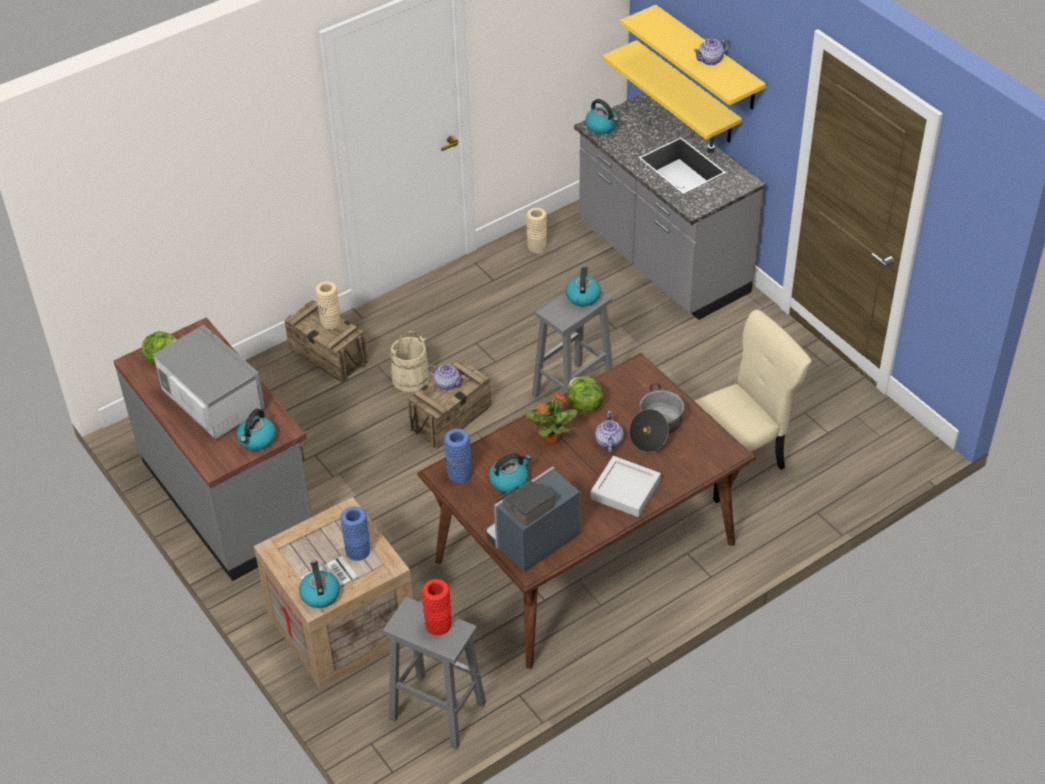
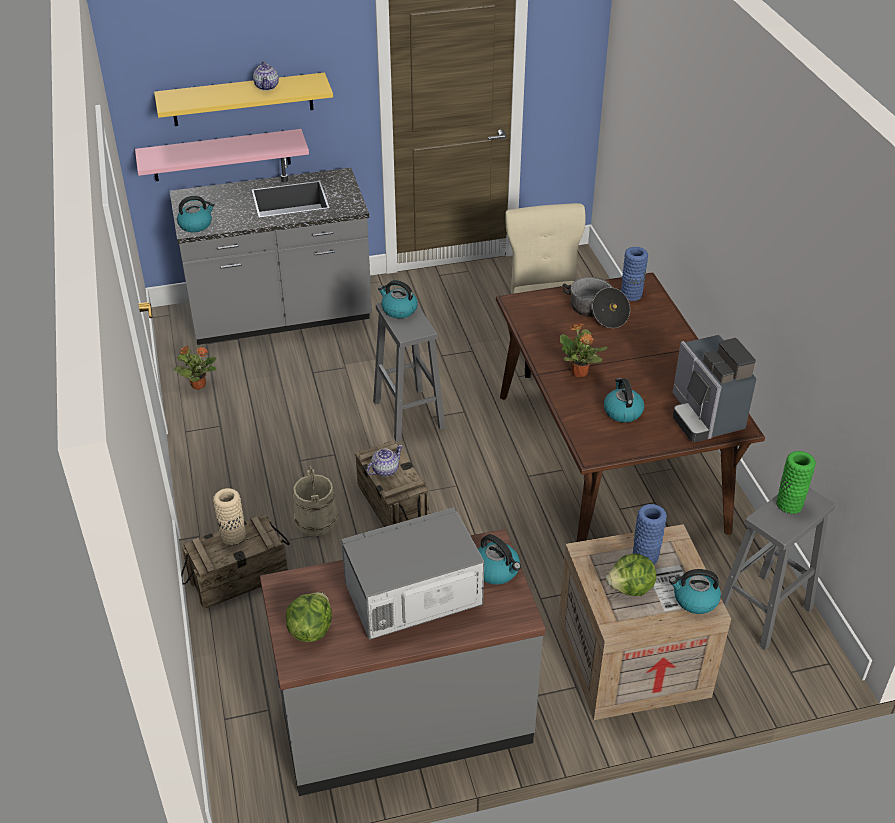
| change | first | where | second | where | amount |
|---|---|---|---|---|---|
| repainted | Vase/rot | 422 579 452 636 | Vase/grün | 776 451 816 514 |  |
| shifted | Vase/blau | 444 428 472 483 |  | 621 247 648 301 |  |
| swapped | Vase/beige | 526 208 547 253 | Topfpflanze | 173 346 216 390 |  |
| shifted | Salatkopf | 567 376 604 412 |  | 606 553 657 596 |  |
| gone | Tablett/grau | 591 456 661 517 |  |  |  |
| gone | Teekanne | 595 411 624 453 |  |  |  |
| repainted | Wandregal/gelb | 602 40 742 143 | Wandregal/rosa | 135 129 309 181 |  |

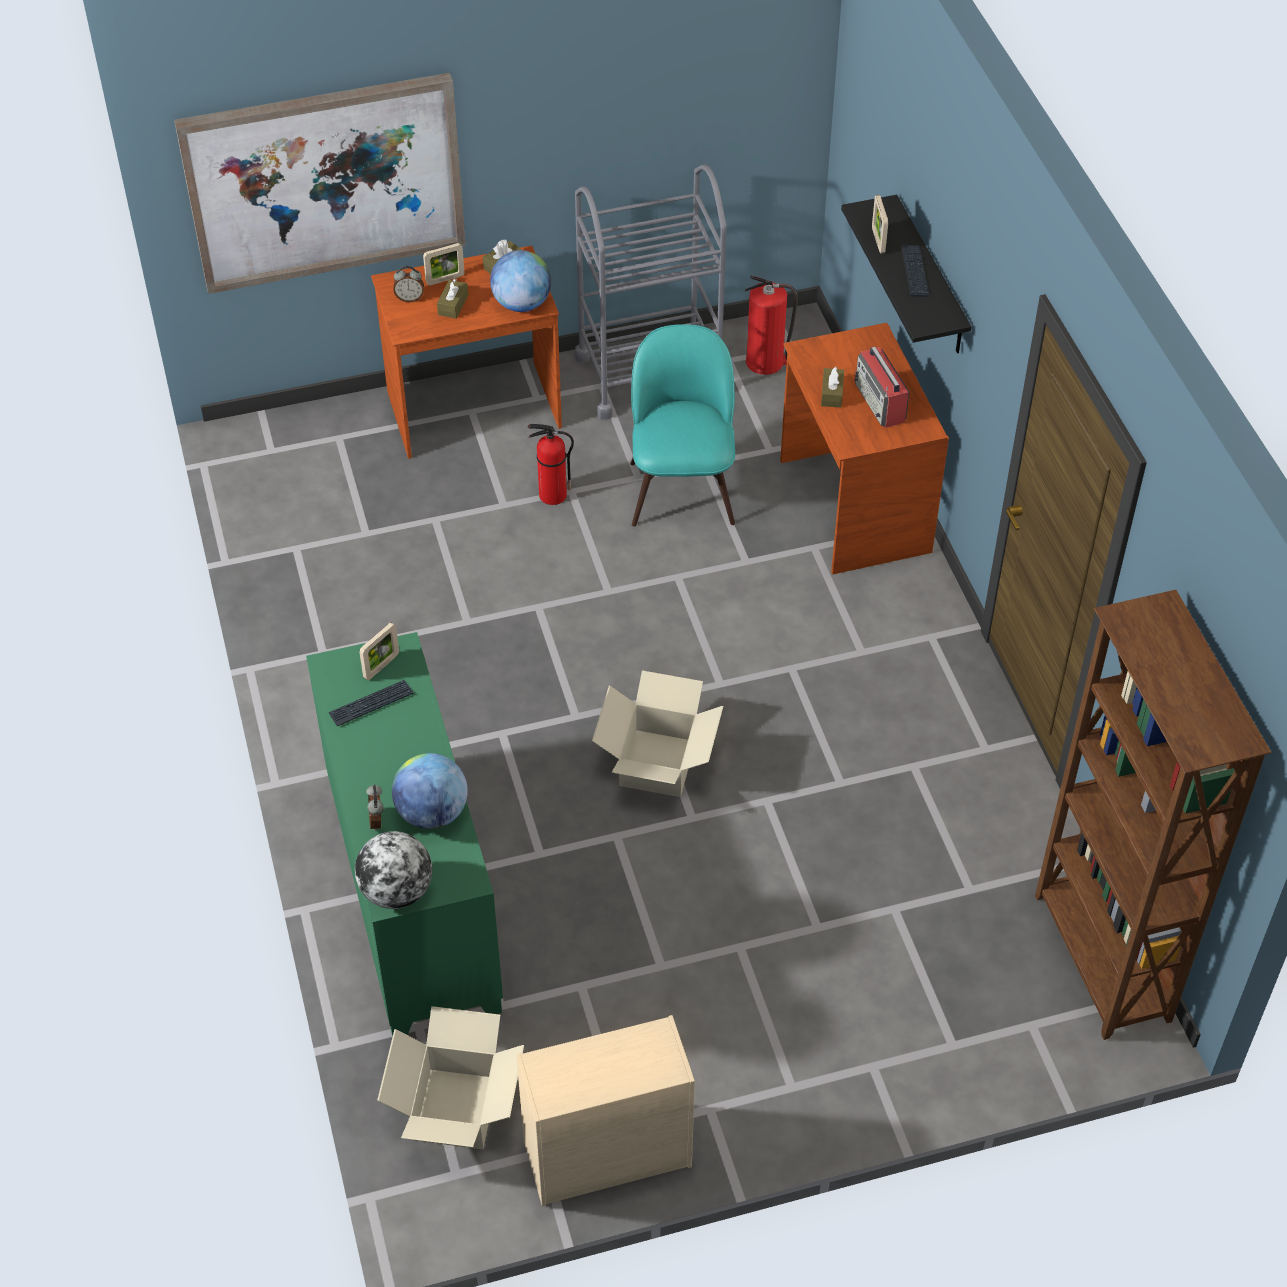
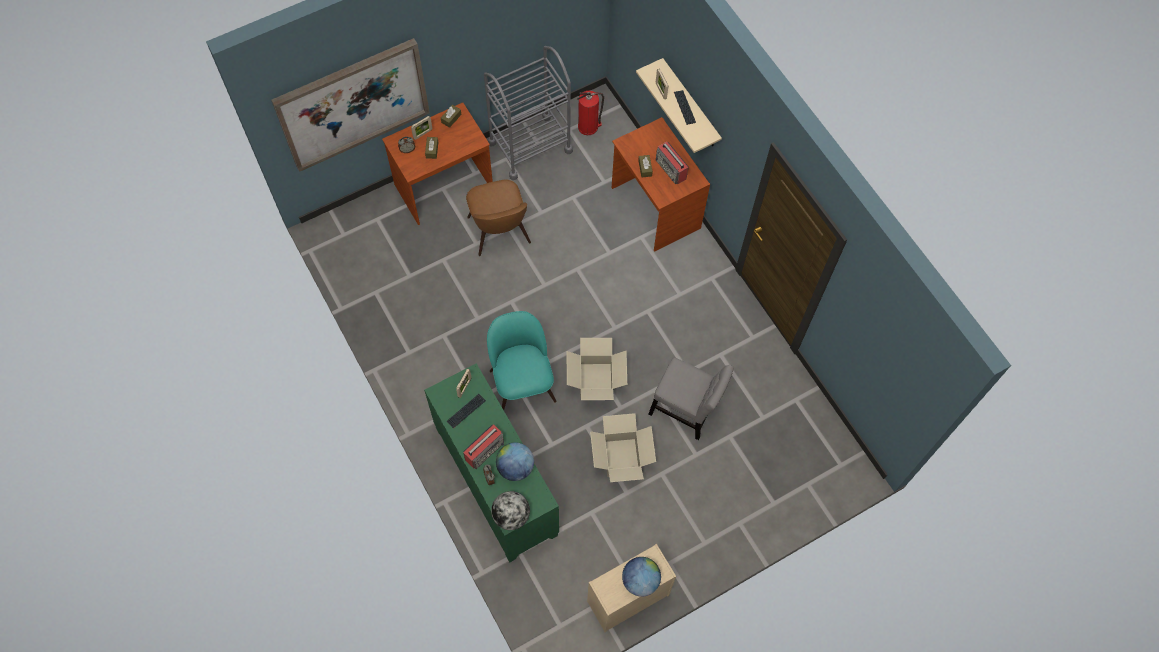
| change | first | where | second | where | amount |
|---|---|---|---|---|---|
| shifted | Karton | 377 1006 524 1149 |  | 590 413 656 482 |  |
| shifted | Globus | 490 250 551 312 |  | 622 557 661 597 |  |
| swapped | Feuerlöscher | 528 424 574 505 | Stuhl/braun | 466 180 531 256 |  |
| shifted | Stuhl/türkis | 630 324 735 527 |  | 487 311 557 410 |  |
| repainted | Wandregal/schwarz | 841 195 972 353 | Wandregal/beige | 636 58 722 153 |  |
| gone | Bücherregal/braun | 1035 590 1271 1040 |  |  |  |
| new |  |  | Radio | 463 425 504 469 |  |
| new |  |  | Stuhl/grau | 649 358 734 440 |  |

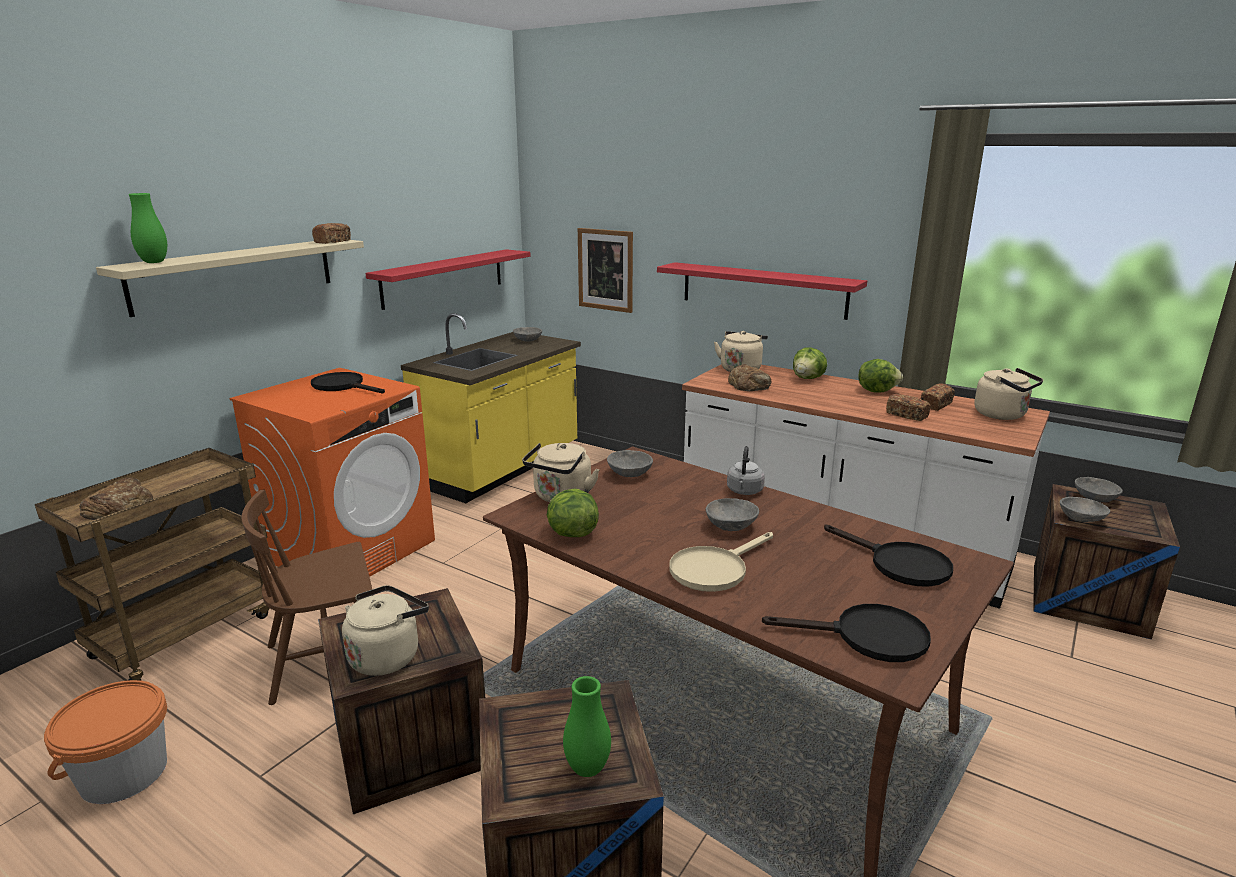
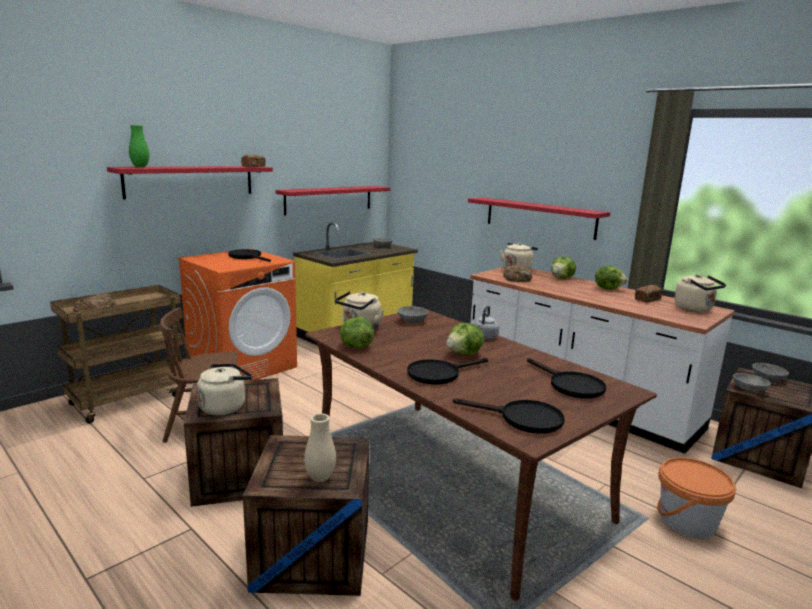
| change | first | where | second | where | amount |
|---|---|---|---|---|---|
| shifted | Eimer/orange | 44 680 167 804 |  | 657 457 736 538 |  |
| repainted | Wandregal/beige | 96 240 364 317 | Wandregal/rot | 107 166 273 199 |  |
| repainted | Vase/grün | 563 676 611 777 | Vase/beige | 304 413 336 482 |  |
| gone | Bild | 578 228 633 313 |  |  |  |
| repainted | Pfanne/beige | 670 532 773 592 | Pfanne/schwarz | 407 358 488 384 |  |
| swapped | Schüssel/grau | 706 498 759 531 | Salatkopf | 447 323 484 355 |  |
| gone | Brot | 886 393 931 421 |  |  |  |

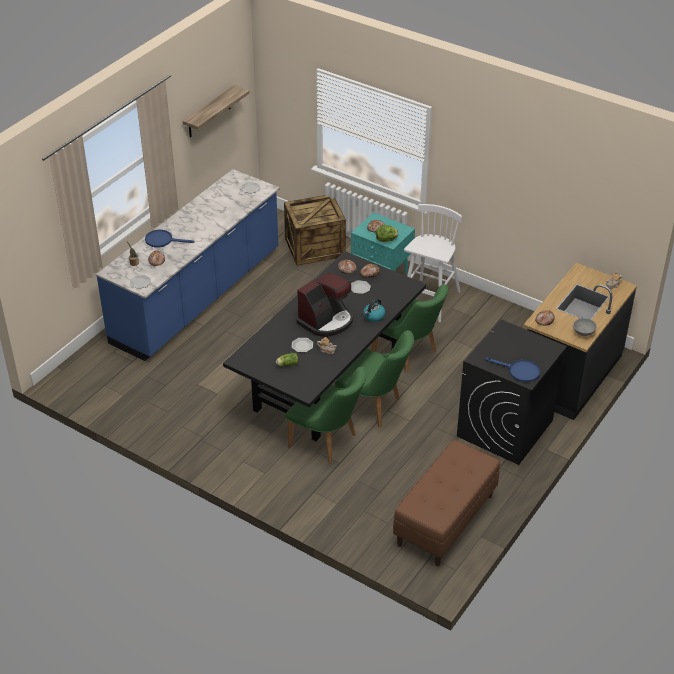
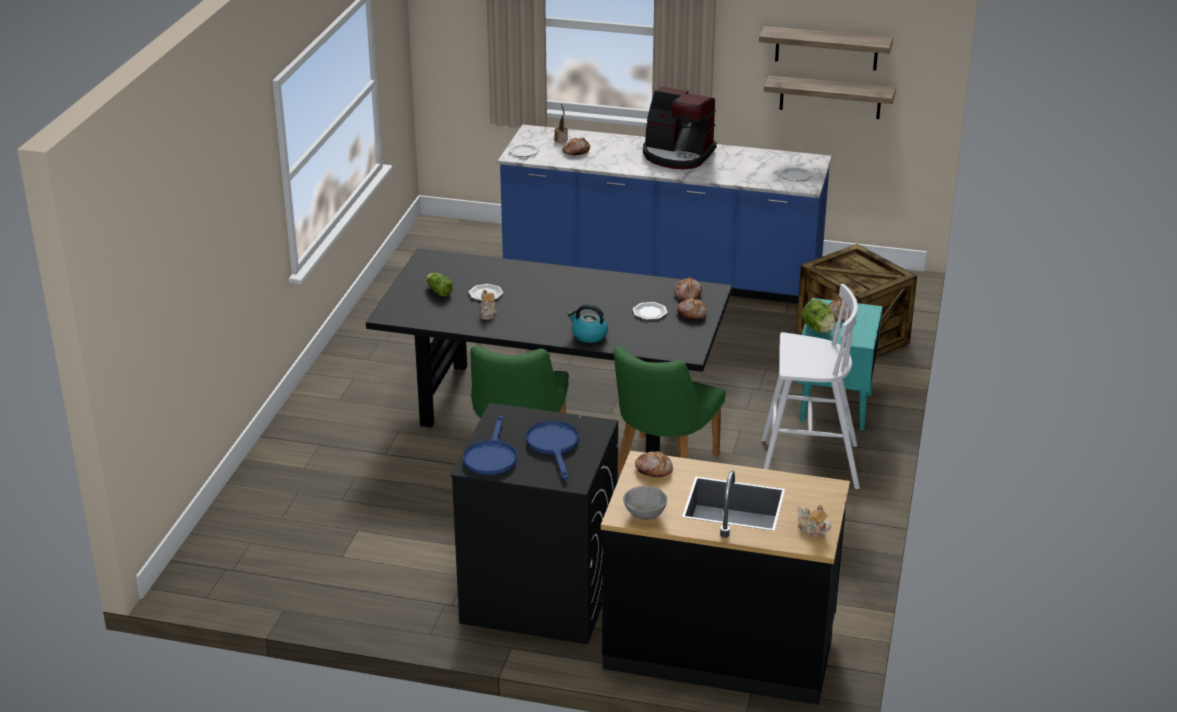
| change | first | where | second | where | amount |
|---|---|---|---|---|---|
| shifted | Pfanne/blau | 145 230 194 248 |  | 526 421 579 480 |  |
| gone | Stuhl/grün | 285 366 367 464 |  |  |  |
| shifted | Kaffeemaschine | 297 272 353 337 |  | 643 86 717 169 |  |
| gone | Bank/braun | 393 440 500 566 |  |  |  |
| new |  |  | Wandregal | 764 75 896 119 |  |

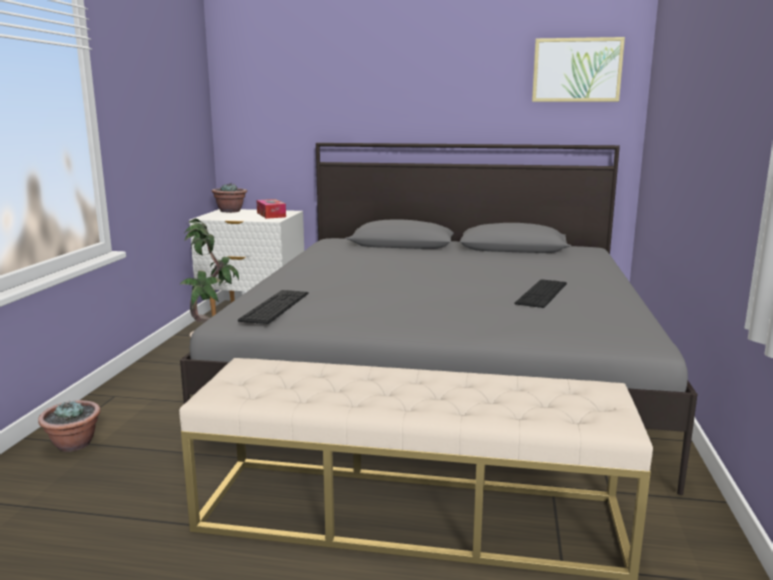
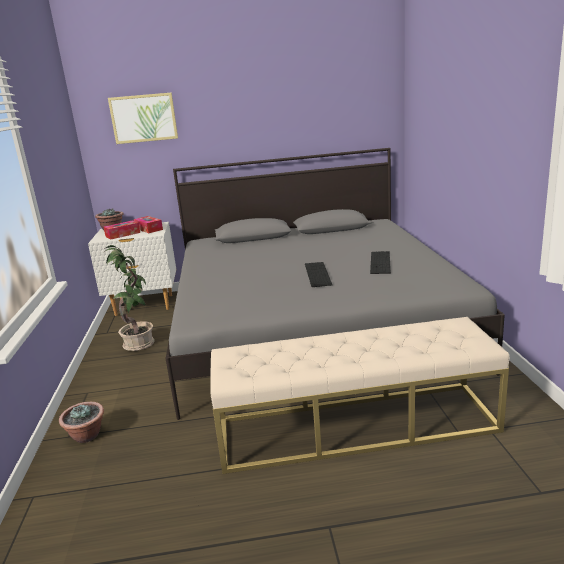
| change | first | where | second | where | amount |
|---|---|---|---|---|---|
| shifted | Tastatur | 238 290 309 324 |  | 305 262 332 287 |  |
| shifted | Bild | 532 37 625 102 |  | 108 92 178 144 |  |
| new |  |  | Taschentuchbox | 104 220 140 239 |  |

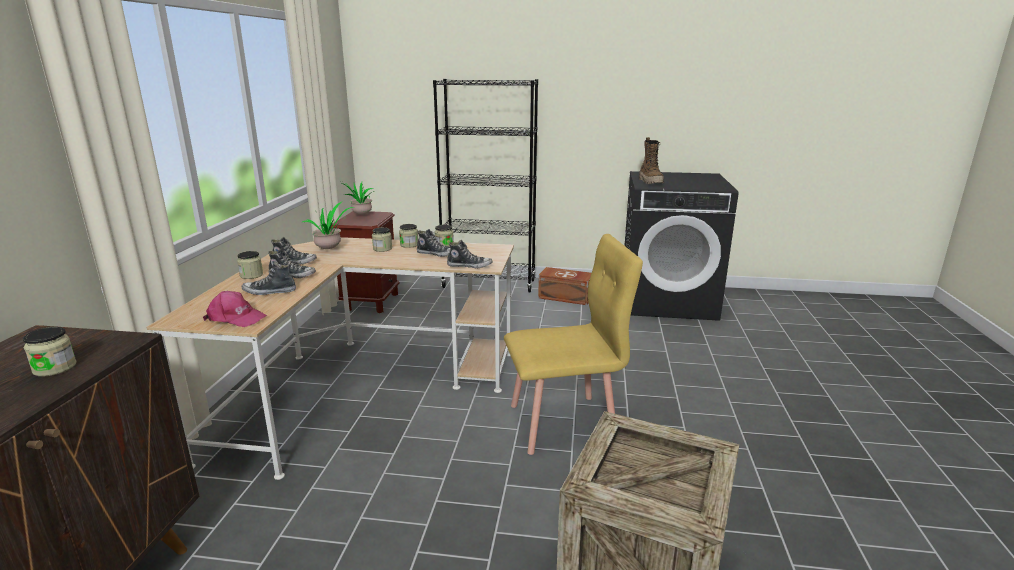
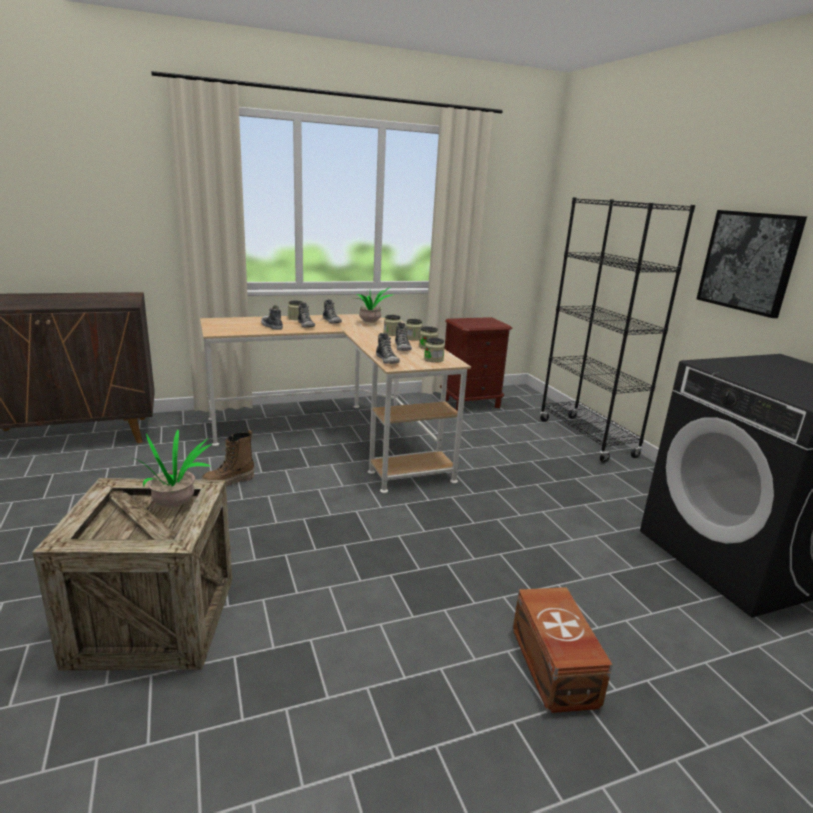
| change | first | where | second | where | amount |
|---|---|---|---|---|---|
| shifted | Vorratsglas | 23 327 76 377 |  | 424 337 445 363 |  |
| gone | Kappe/rosa | 203 291 267 327 |  |  |  |
| shifted | Topfpflanze | 340 181 374 215 |  | 119 430 213 508 |  |
| gone | Stuhl/gelb | 504 234 643 455 |  |  |  |
| shifted | Aufbewahrungsbox/braun | 538 267 591 305 |  | 513 587 612 713 |  |
| shifted | Stiefel | 639 137 664 184 |  | 202 430 254 487 |  |
| new |  |  | Bild | 697 210 807 318 |  |

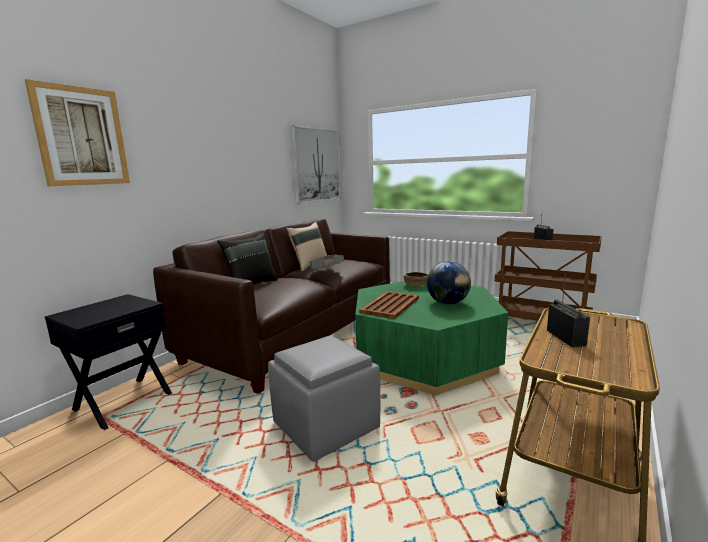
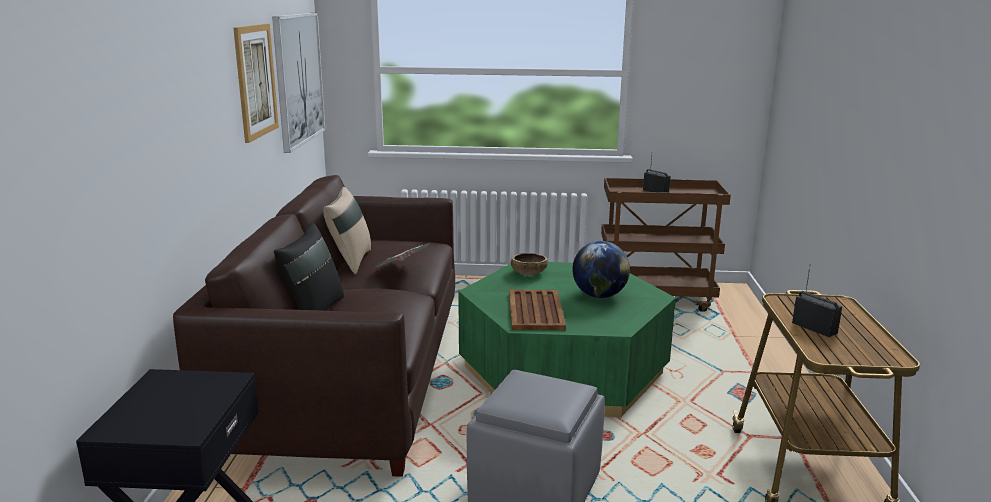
| change | first | where | second | where | amount |
|---|---|---|---|---|---|
| shifted | Bild | 25 79 130 186 |  | 233 24 279 143 |  |

